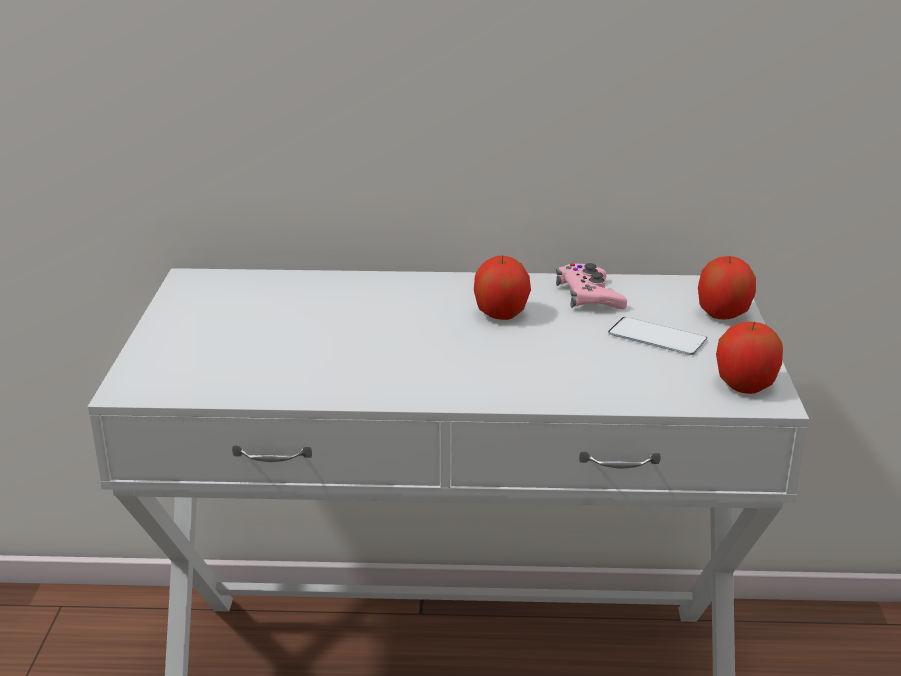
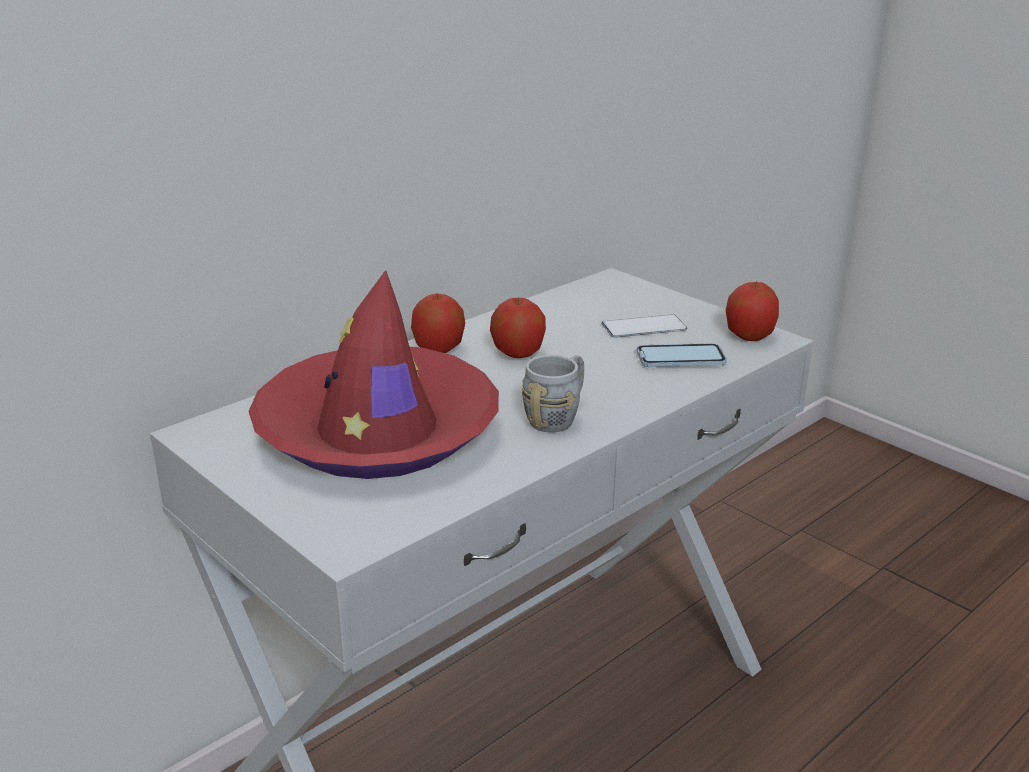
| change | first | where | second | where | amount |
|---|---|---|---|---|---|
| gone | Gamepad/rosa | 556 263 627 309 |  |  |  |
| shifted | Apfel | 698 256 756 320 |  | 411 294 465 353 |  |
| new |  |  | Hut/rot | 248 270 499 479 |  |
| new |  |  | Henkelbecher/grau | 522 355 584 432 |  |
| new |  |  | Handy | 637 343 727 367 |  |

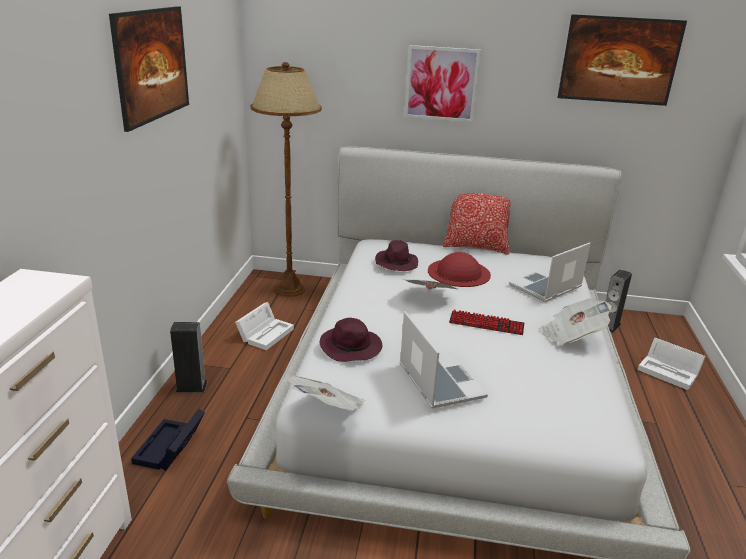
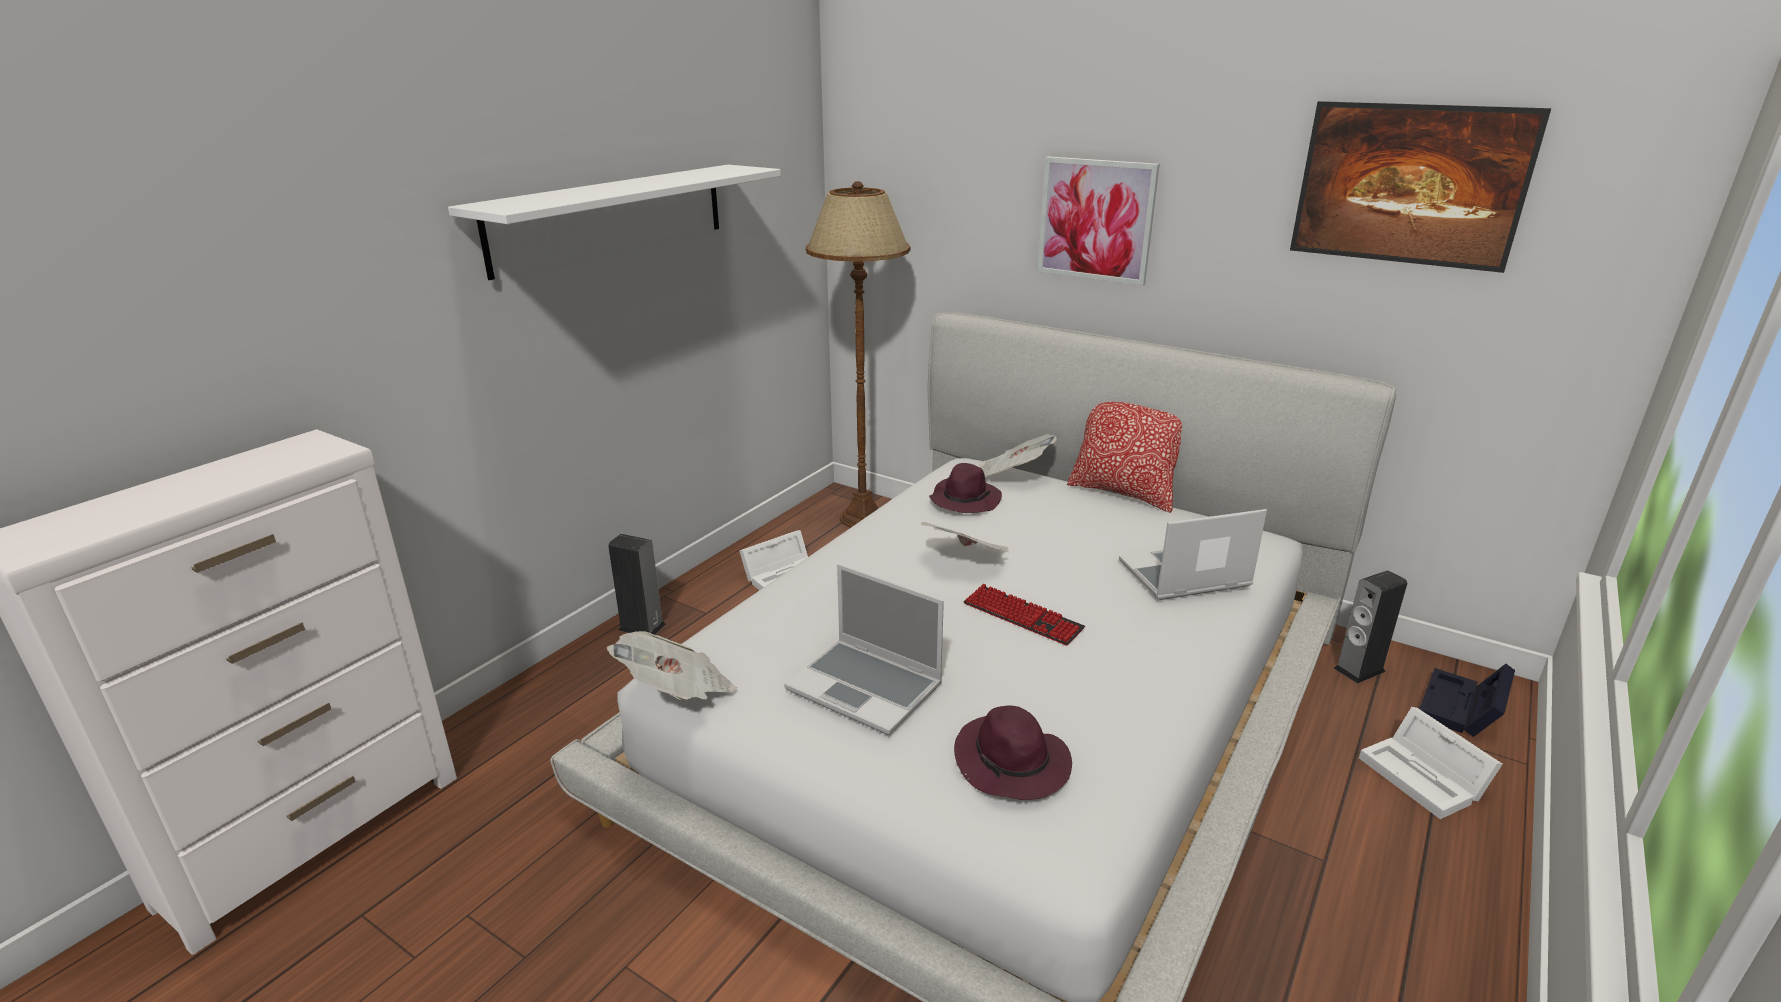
| change | first | where | second | where | amount |
|---|---|---|---|---|---|
| swapped | Bild | 109 6 189 132 | Wandregal/weiß | 448 165 781 280 |  |
| shifted | Aufbewahrungsbox/schwarz | 131 409 205 471 |  | 1419 664 1515 737 |  |
| shifted | Hut/lila | 320 318 382 362 |  | 954 705 1072 800 |  |
| rotated | Laptop | 400 311 488 409 |  | 784 564 944 735 | 120 degrees clockwise |
| gone | Hut/rot | 428 252 491 287 |  |  |  |
| shifted | Zeitung | 539 298 612 345 |  | 979 434 1057 477 |  |

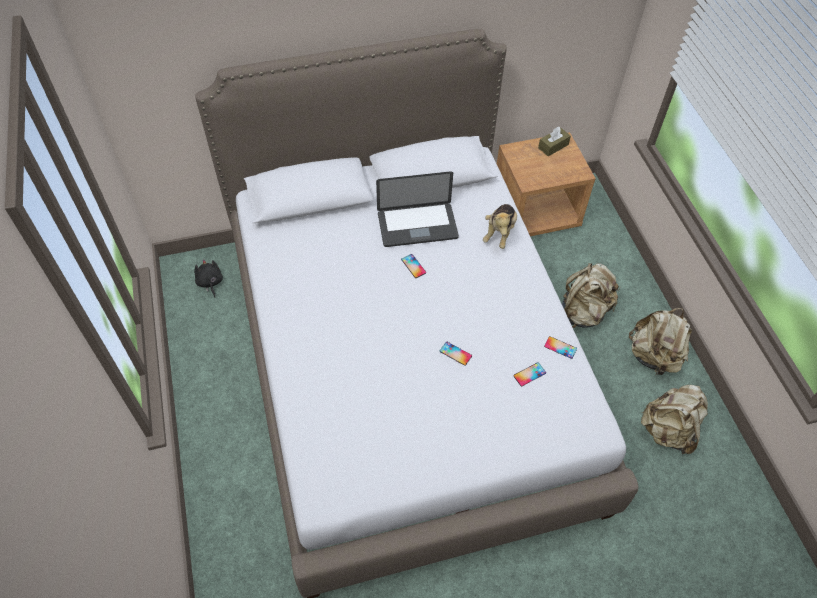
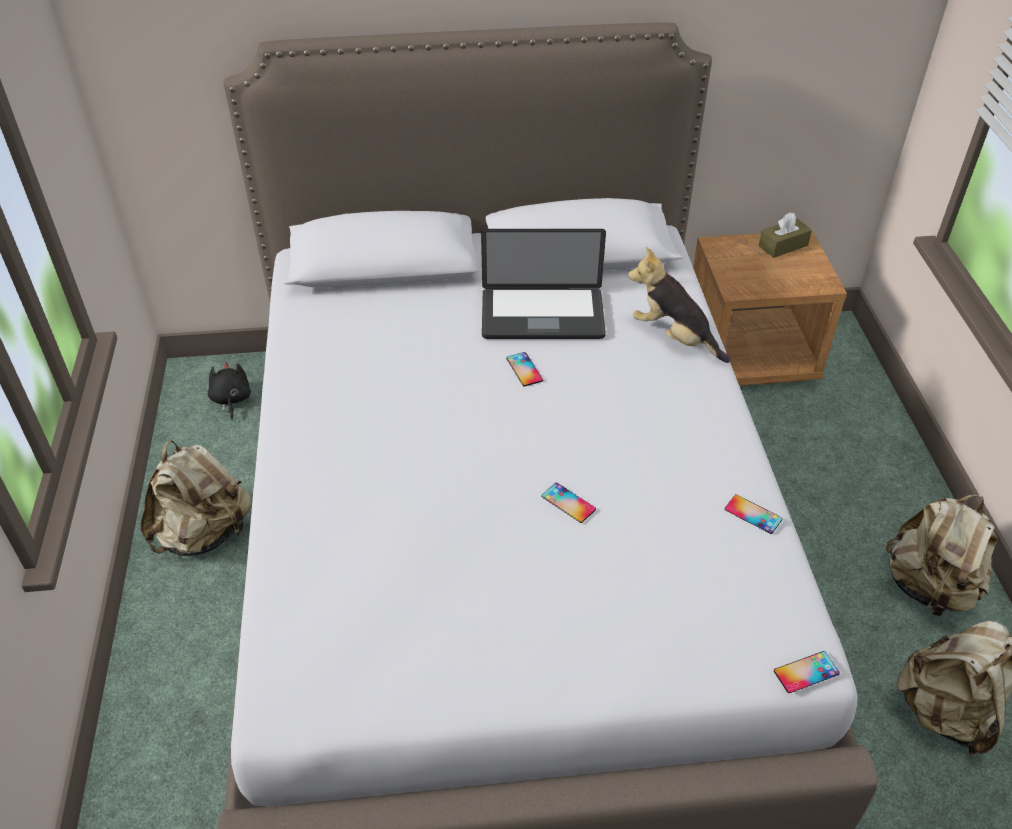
| change | first | where | second | where | amount |
|---|---|---|---|---|---|
| rotated | Plüschtier | 483 204 517 249 |  | 628 247 731 363 | 105 degrees clockwise |
| shifted | Handy | 513 362 546 386 |  | 774 651 840 693 |  |
| shifted | Rucksack/beige | 562 263 621 328 |  | 141 440 251 556 |  |

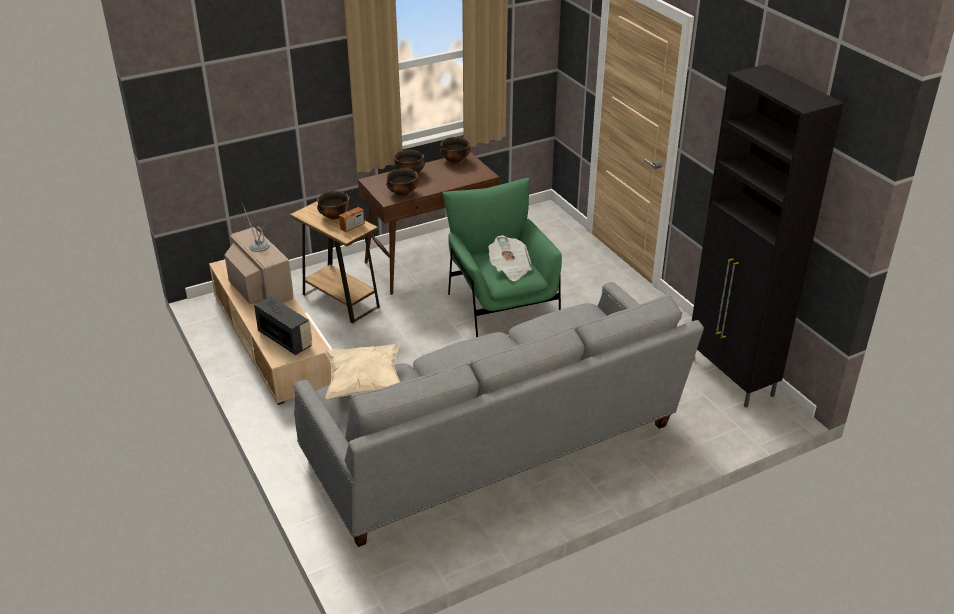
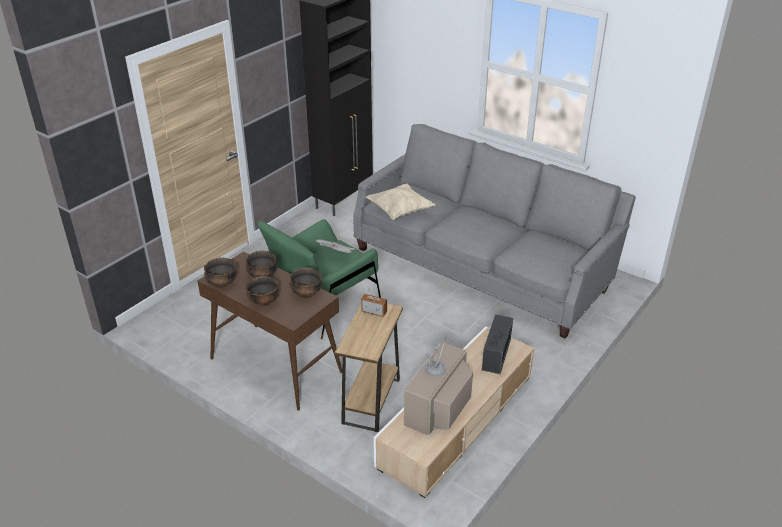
| change | first | where | second | where | amount |
|---|---|---|---|---|---|
| shifted | Schüssel | 317 191 350 220 |  | 245 251 277 278 |  |
| shifted | Kissen/beige | 325 344 400 399 |  | 366 184 436 220 |  |

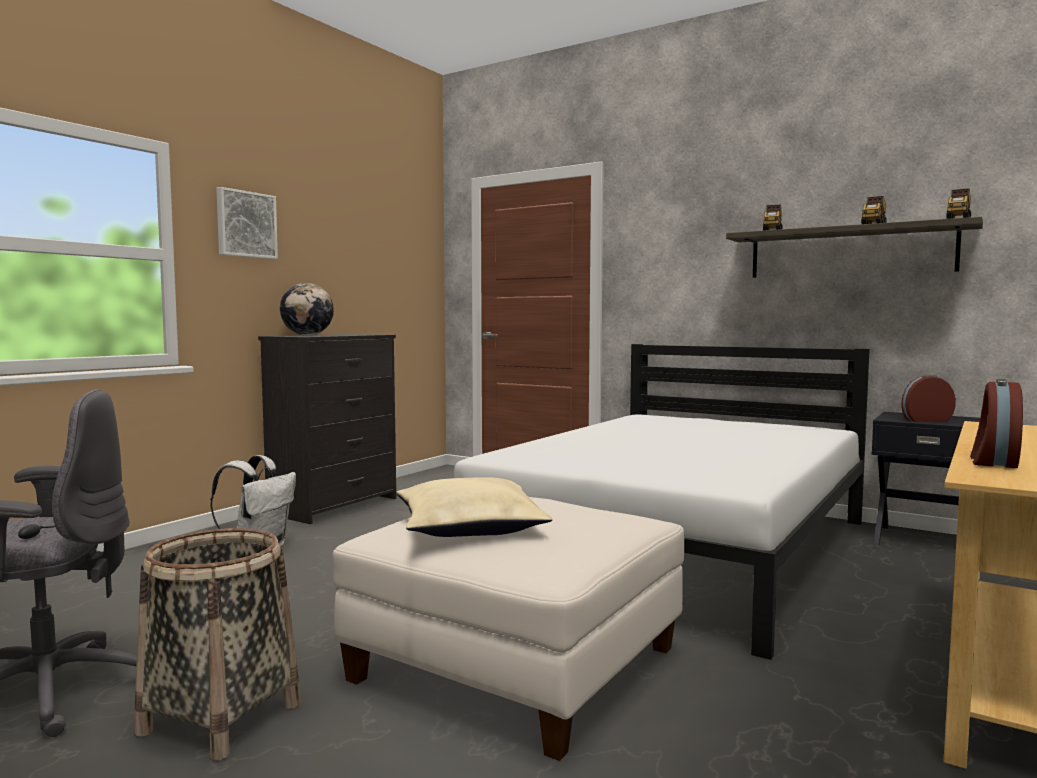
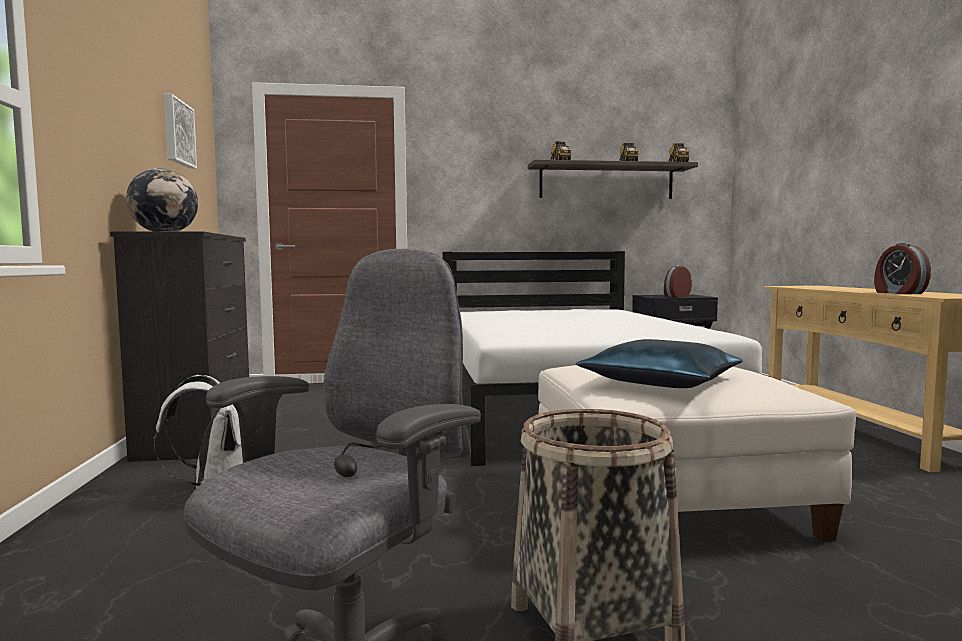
| change | first | where | second | where | amount |
|---|---|---|---|---|---|
| shifted | Bild | 216 187 278 259 |  | 164 93 197 169 |  |
| repainted | Kissen/beige | 397 477 552 537 | Kissen/blau | 576 339 743 388 |  |

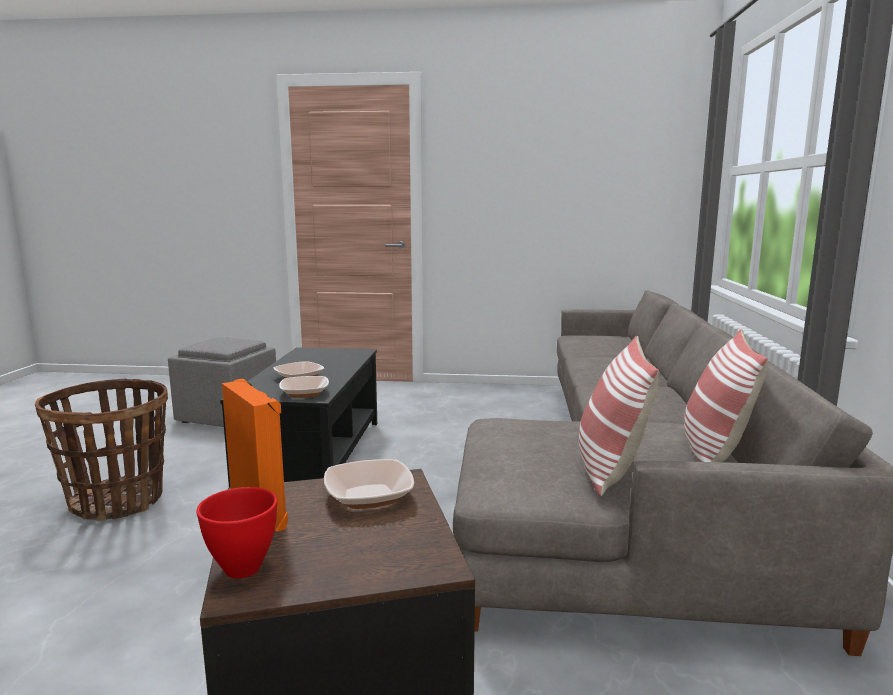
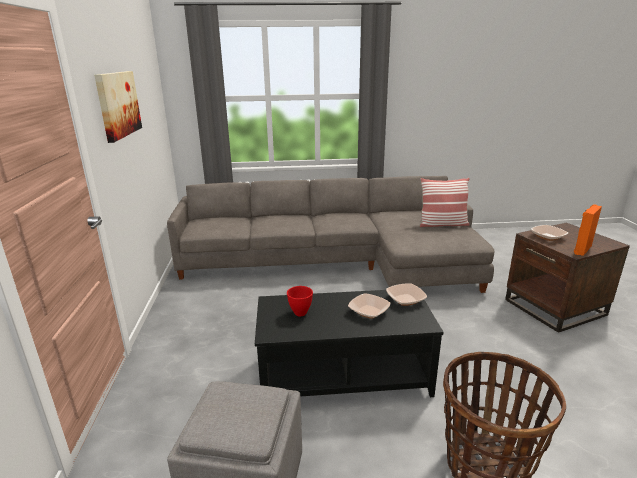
| change | first | where | second | where | amount |
|---|---|---|---|---|---|
| shifted | Schüssel/rot | 196 487 278 579 |  | 287 286 313 316 |  |
| gone | Kissen | 684 329 768 462 |  |  |  |
| new |  |  | Bild | 94 71 142 143 |  |

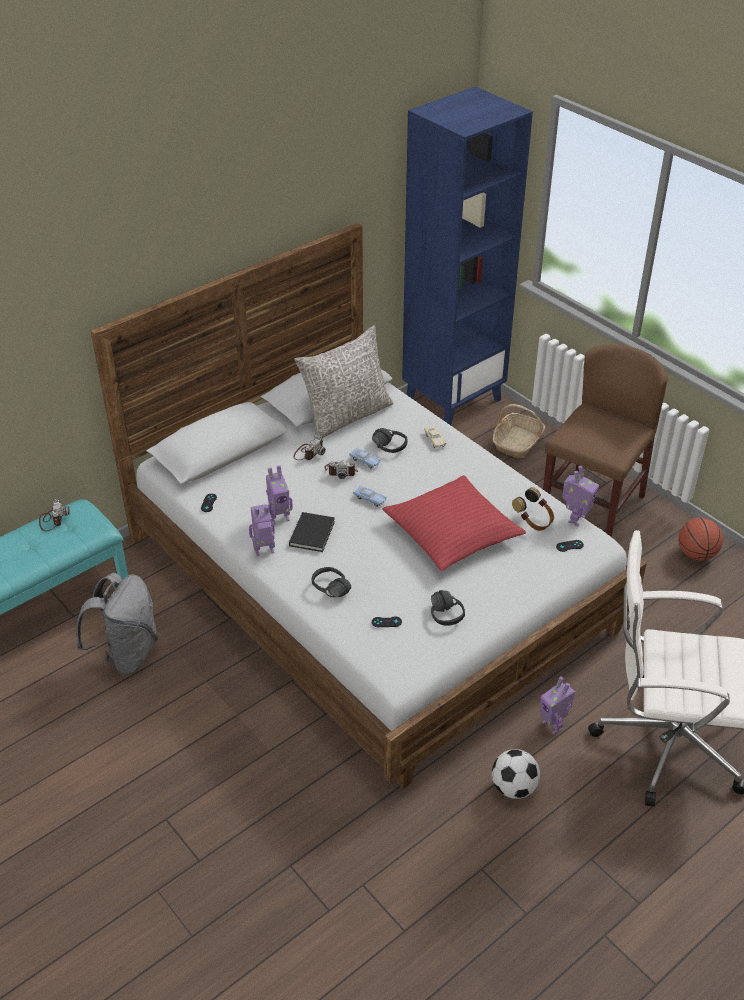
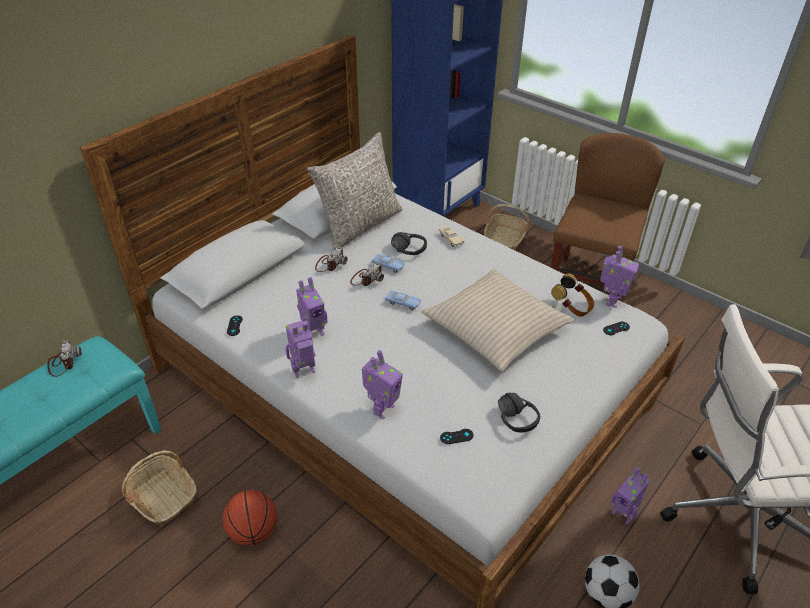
| change | first | where | second | where | amount |
|---|---|---|---|---|---|
| swapped | Rucksack/grau | 76 573 159 675 | Korb | 122 450 197 526 |  |
| gone | Buch/schwarz | 289 512 335 552 |  |  |  |
| swapped | Kopfhörer/schwarz | 311 567 351 597 | Spielzeugroboter | 362 350 403 419 |  |
| rotated | Kamera | 325 460 358 479 |  | 350 262 384 286 | 45 degrees counterclockwise |
| repainted | Kissen/rot | 382 475 526 571 | Kissen/beige | 422 269 574 372 |  |
| shifted | Basketball | 678 518 723 561 |  | 223 490 277 546 |  |

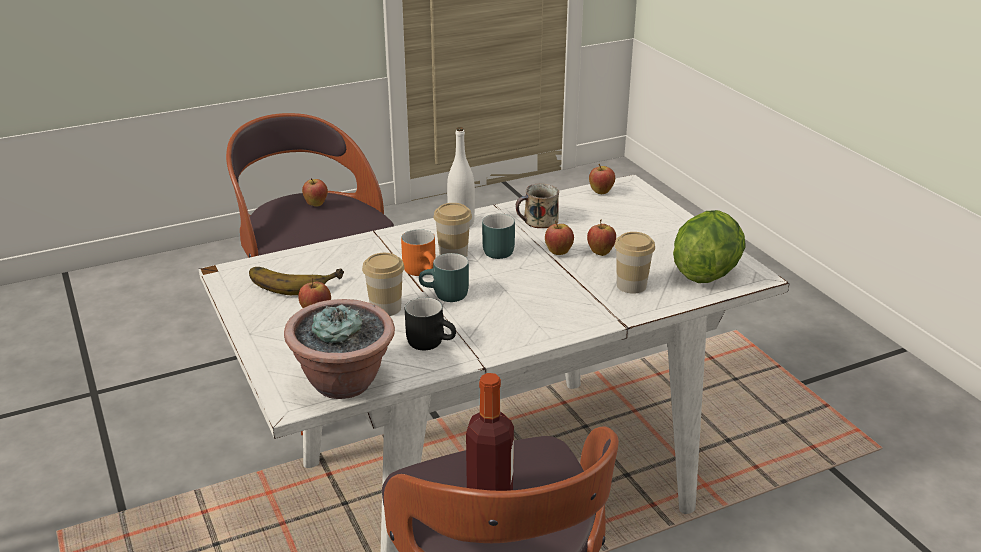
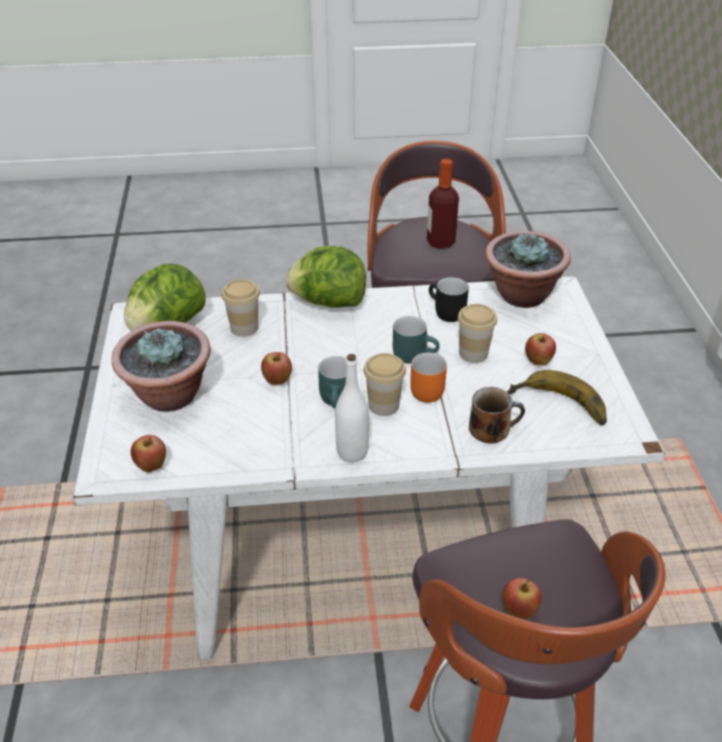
| change | first | where | second | where | amount |
|---|---|---|---|---|---|
| shifted | Henkelbecher | 516 183 559 228 |  | 469 387 525 444 |  |
| gone | Apfel | 587 220 616 256 |  |  |  |
| new |  |  | Topfpflanze | 112 321 211 412 |  |
| new |  |  | Salatkopf | 286 246 366 308 |  |

